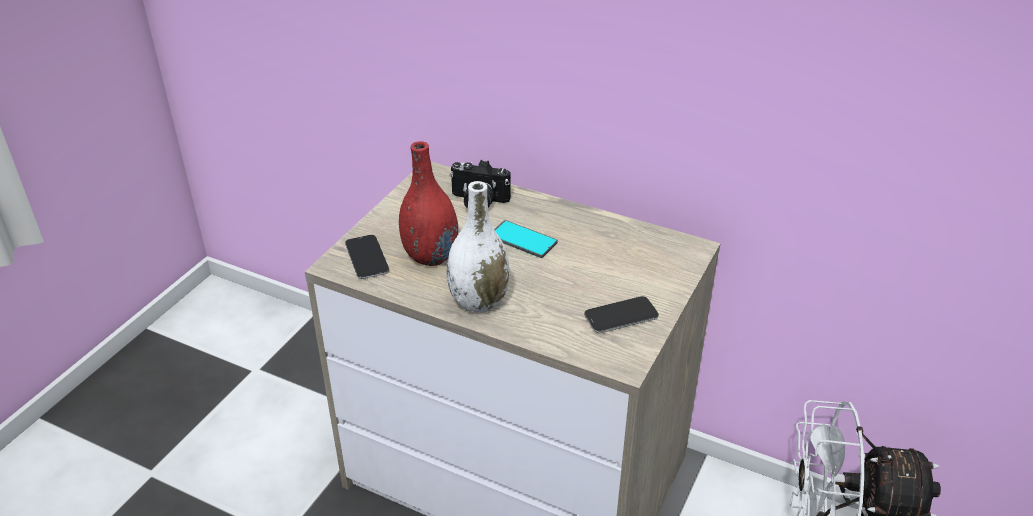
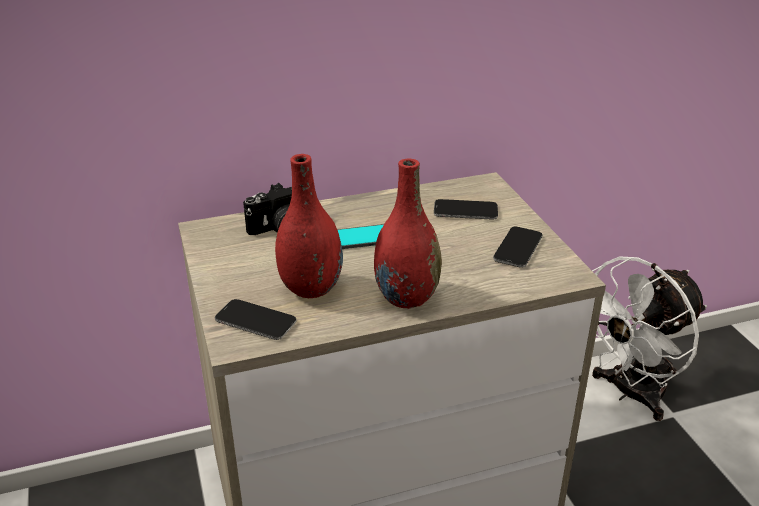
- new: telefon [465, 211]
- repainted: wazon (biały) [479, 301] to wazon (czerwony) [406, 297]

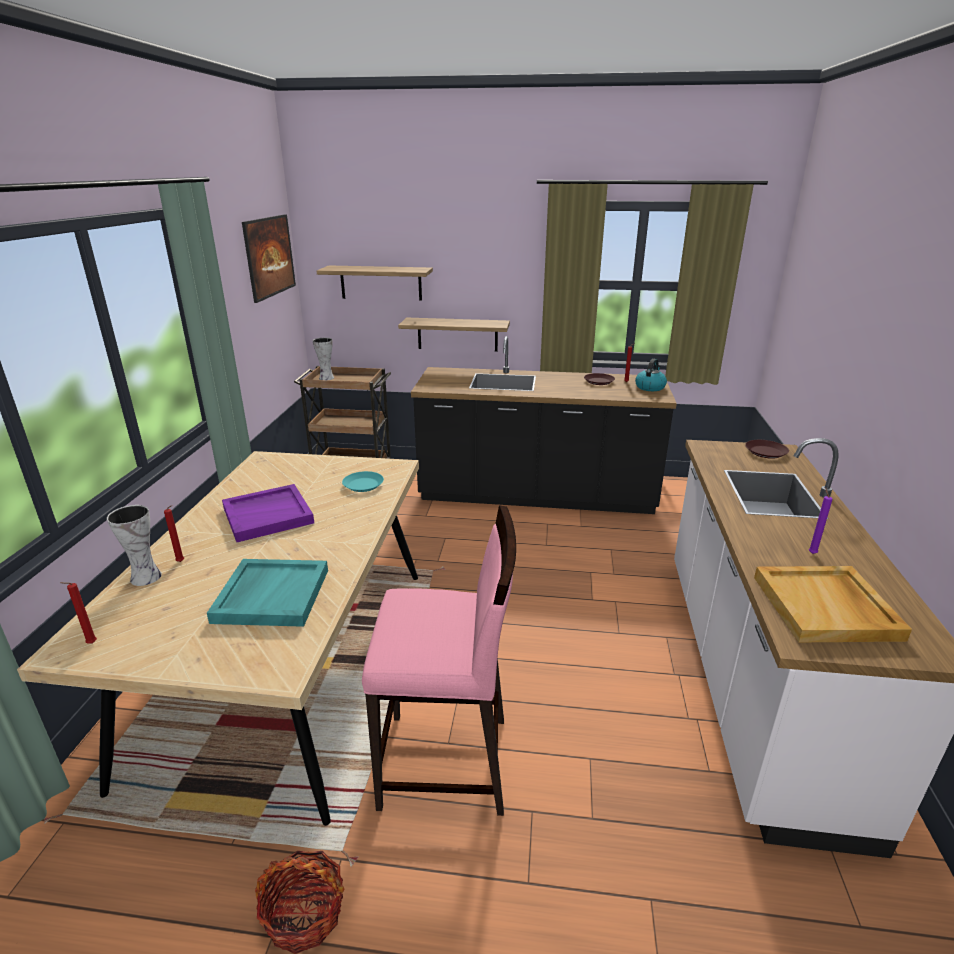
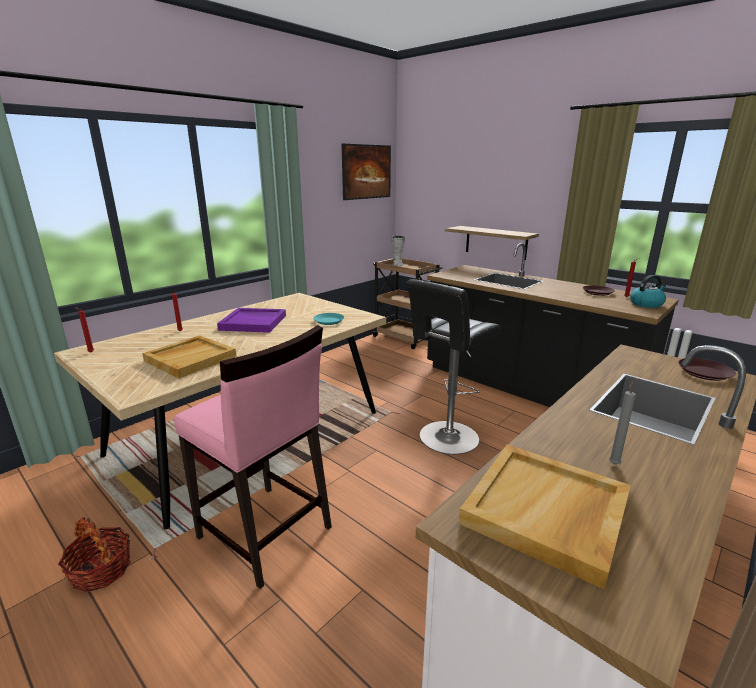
- gone: wazon [145, 576]
- gone: półka [381, 283]
- new: stołek (czarny) [446, 439]
- repainted: taca (turkusowy) [271, 595] to taca (beżowy) [191, 358]
- repainted: świeca (fioletowy) [811, 553] to świeca (szary) [614, 463]

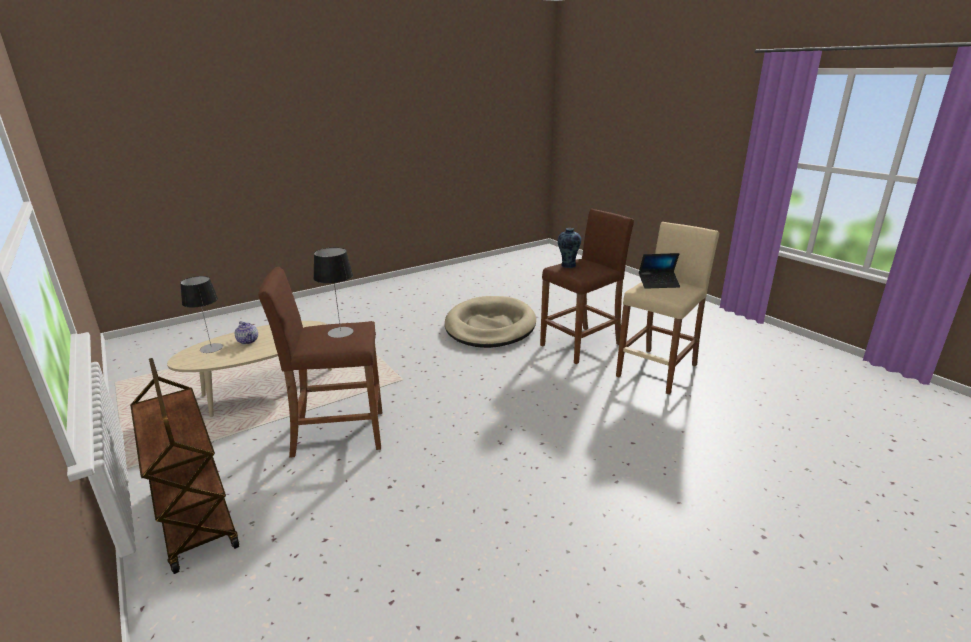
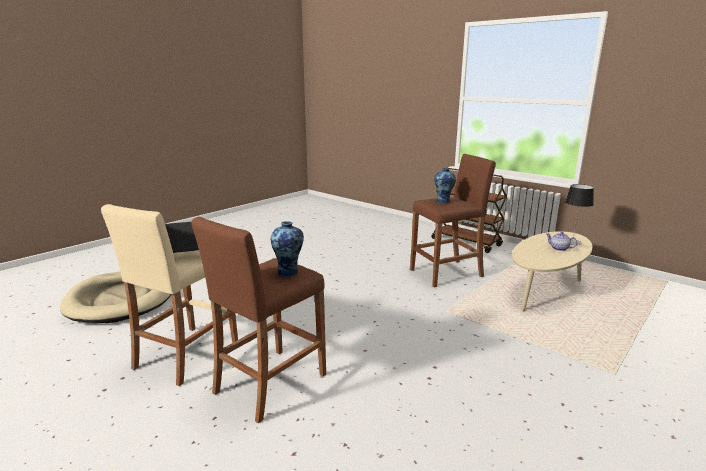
- shifted: legowisko (beżowy) [490, 326] to [122, 299]
- swapped: lampa stołowa [340, 332] to wazon [443, 202]

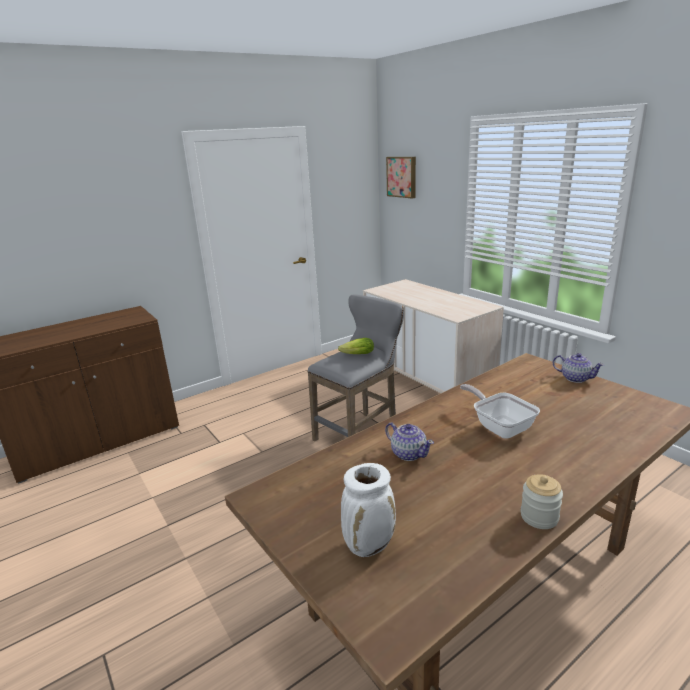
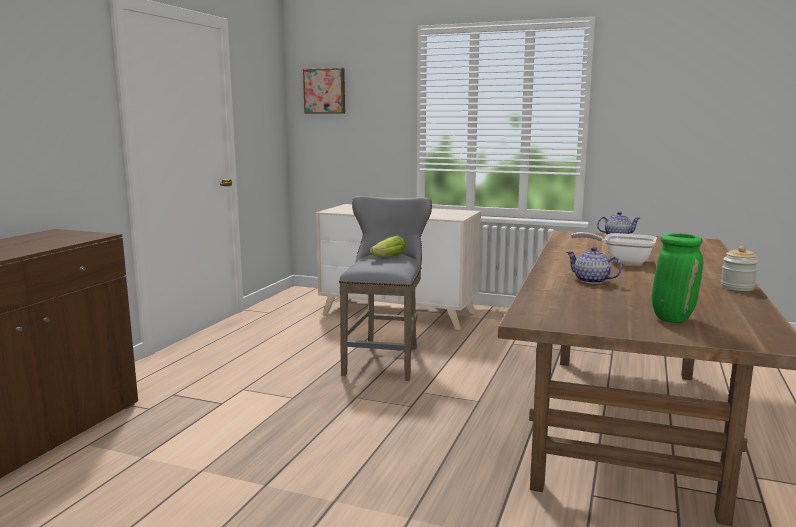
- repainted: wazon (biały) [369, 545] to wazon (zielony) [672, 318]
- rotated: imbryk [408, 453] = [592, 281] 150 degrees counterclockwise

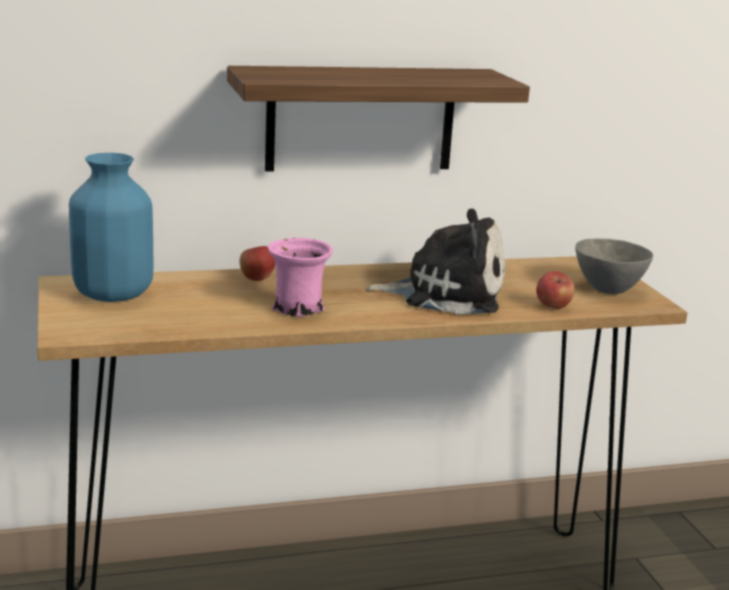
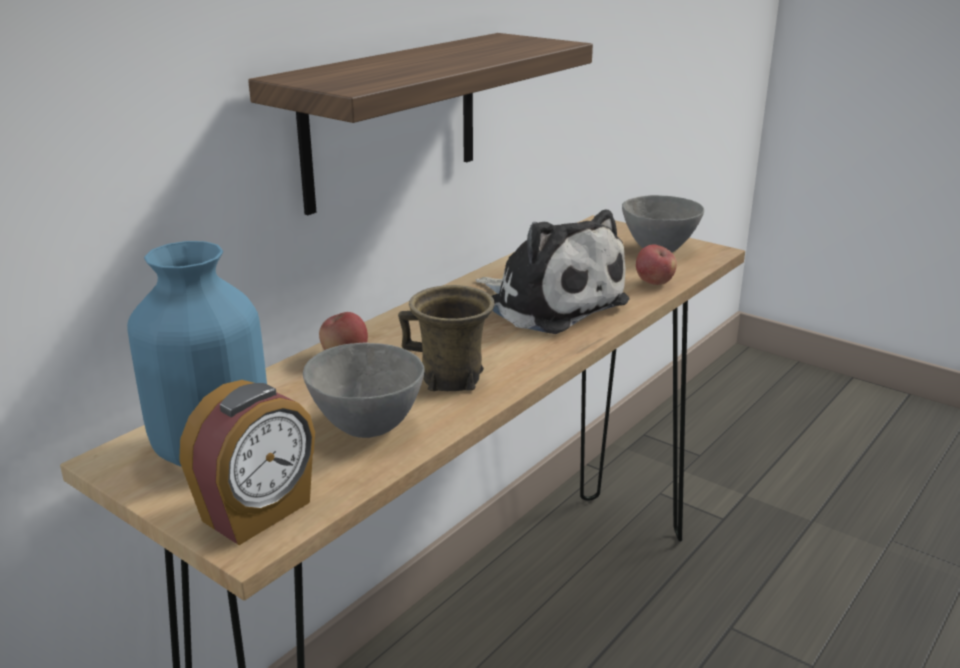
- new: budzik [258, 513]
- new: miska (szary) [365, 427]
- repainted: kubek (różowy) [297, 309] to kubek (brązowy) [451, 379]
- rotated: pluszak [446, 293] = [549, 303] 75 degrees clockwise

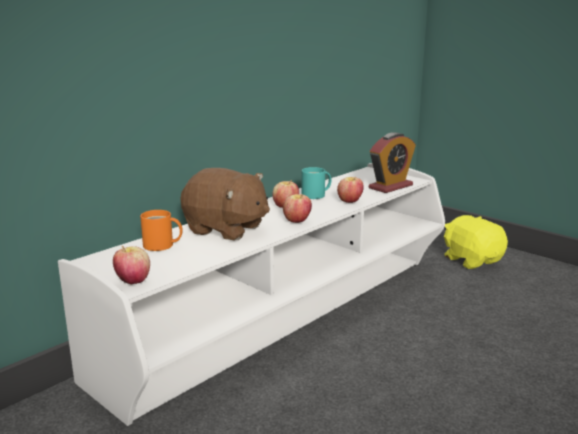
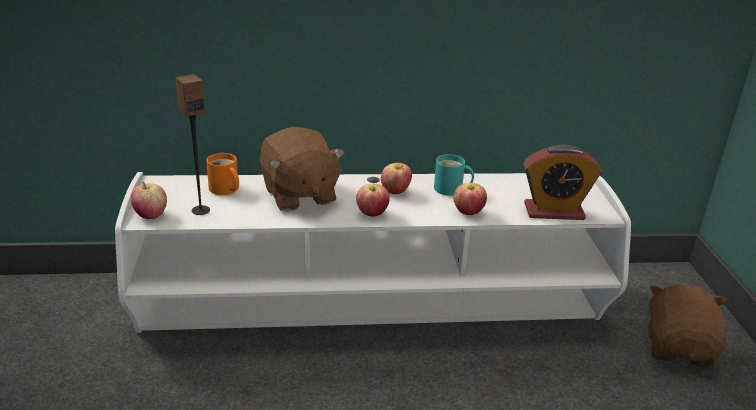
- new: głośnik [200, 210]
- repainted: pluszak (żółty) [472, 260] to pluszak (brązowy) [679, 348]

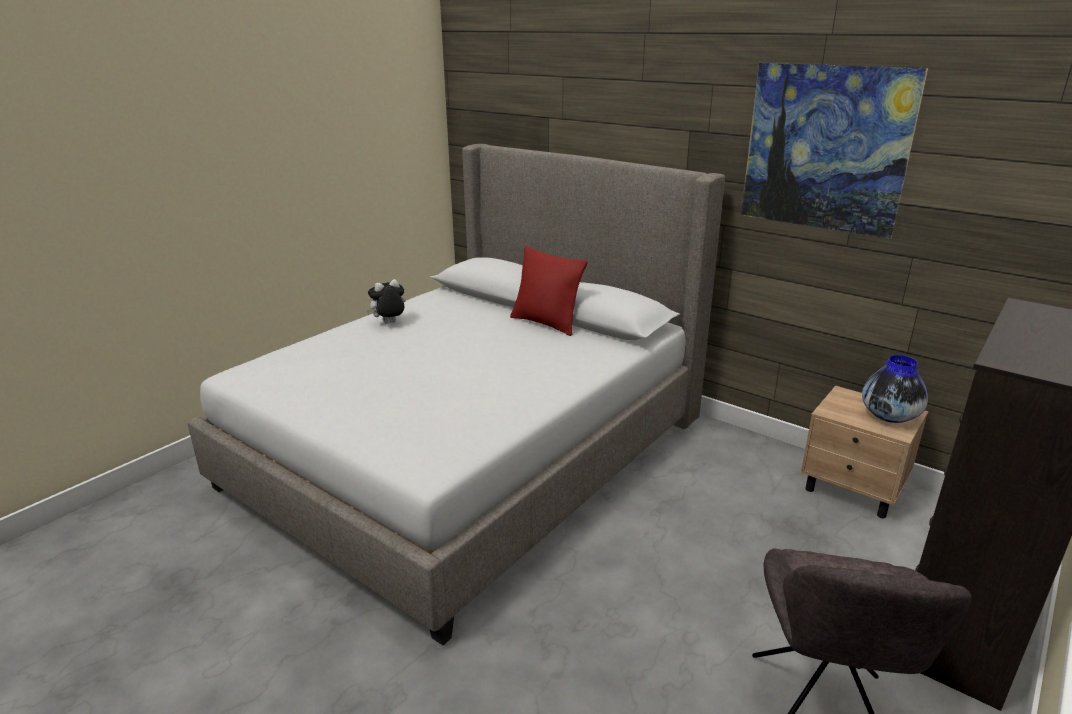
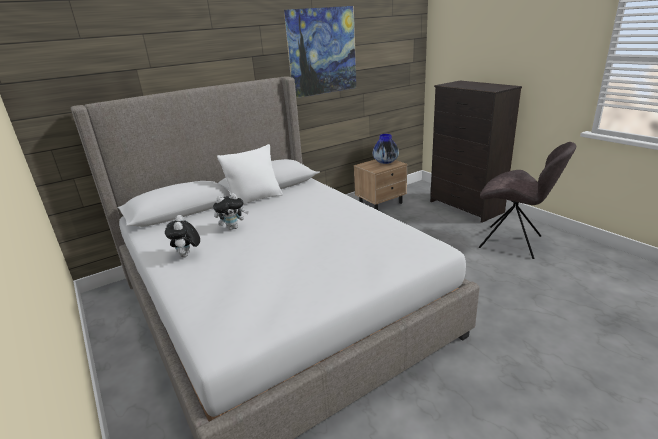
- new: pluszak [233, 228]
- repainted: poduszka (czerwony) [546, 323] to poduszka (biały) [255, 200]

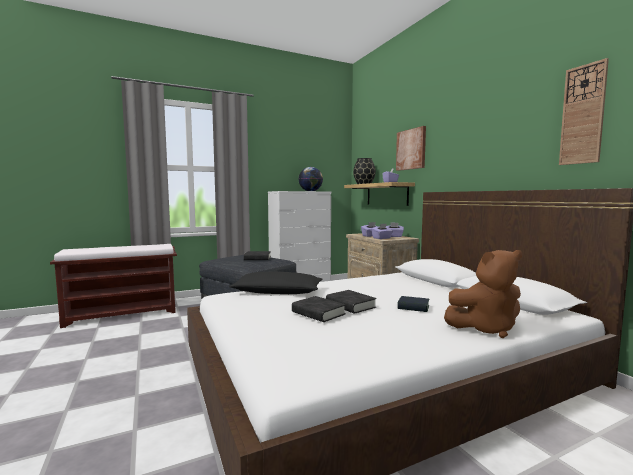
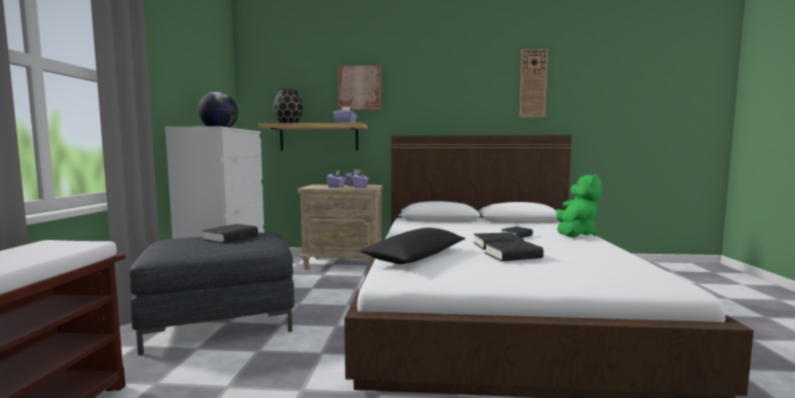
- repainted: pluszak (brązowy) [485, 328] to pluszak (zielony) [575, 234]

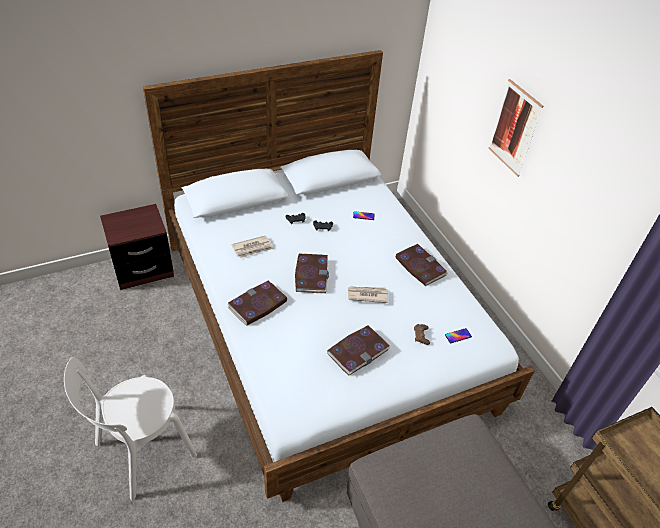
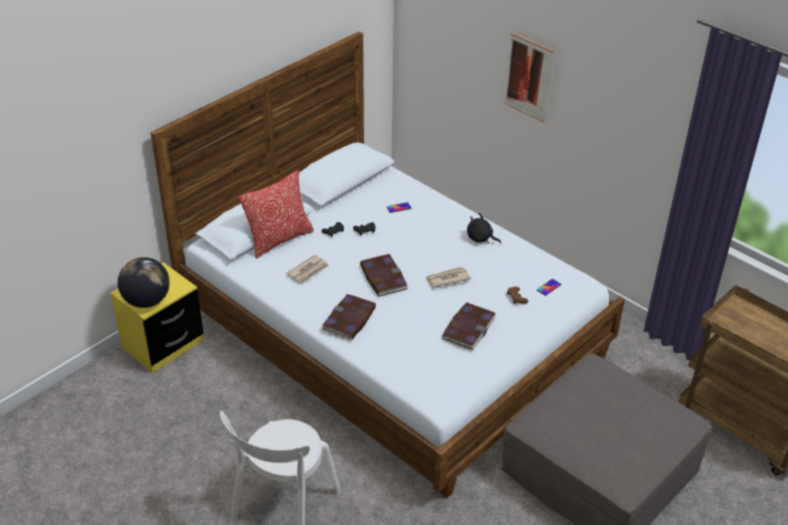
- new: globus [147, 301]
- new: poduszka [279, 239]
- swapped: książka [420, 266] to pluszak (czarny) [481, 238]
- repainted: szafka nocna (brązowy) [143, 269] to szafka nocna (żółty) [163, 344]

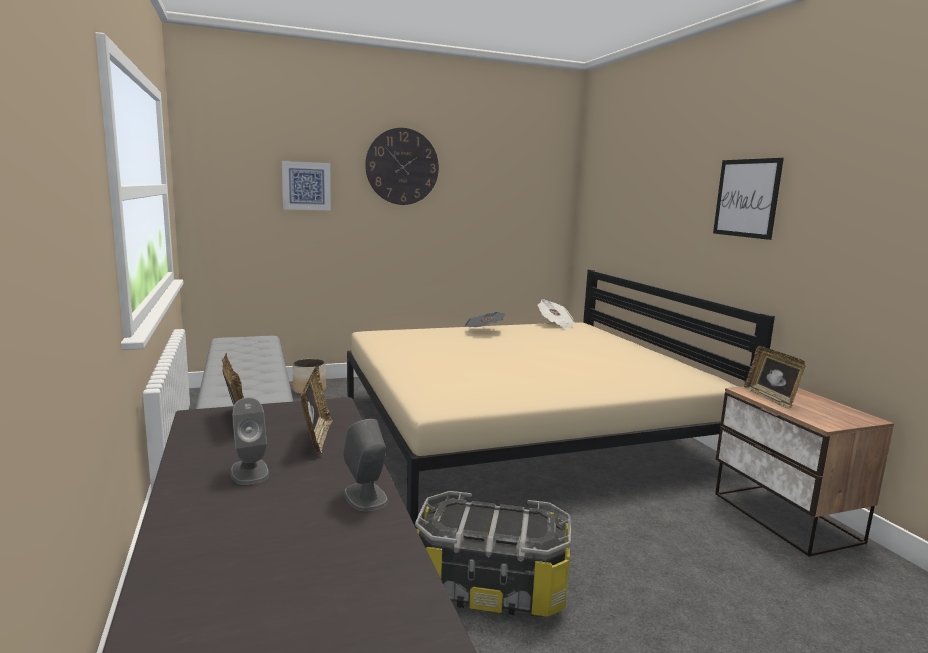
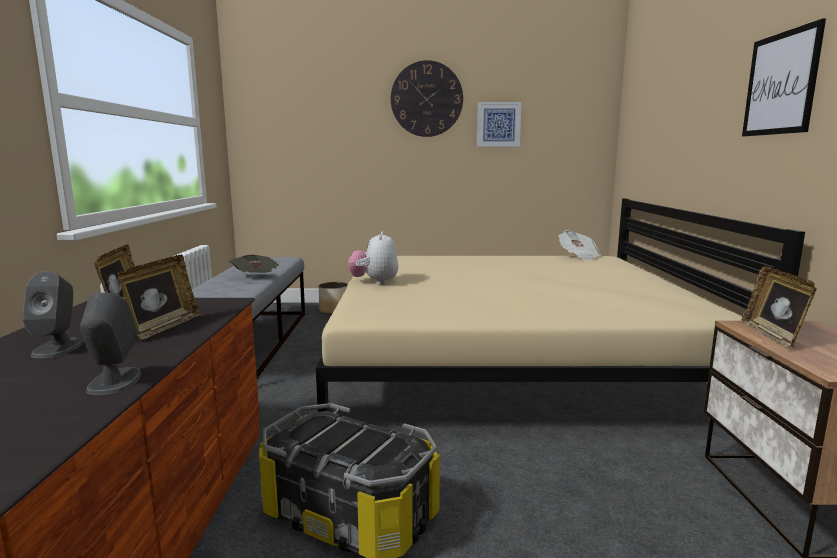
- new: pluszak [374, 282]
- shifted: obraz [306, 186] to [498, 124]
- shifted: gazeta [483, 331] to [256, 277]

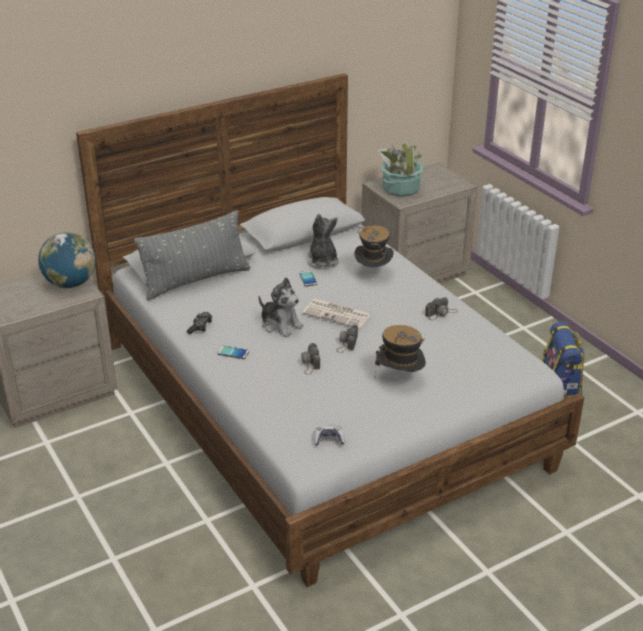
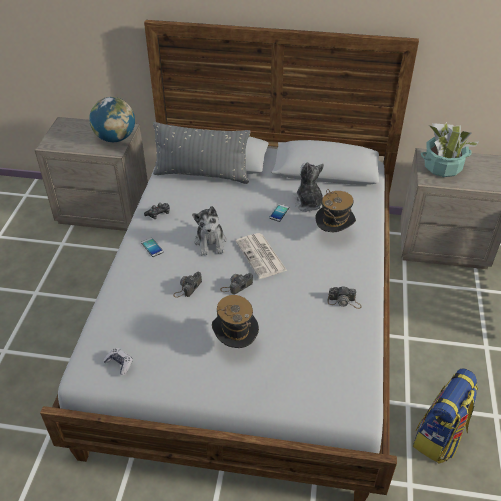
- rotated: pluszak [322, 261] = [308, 203] 45 degrees counterclockwise

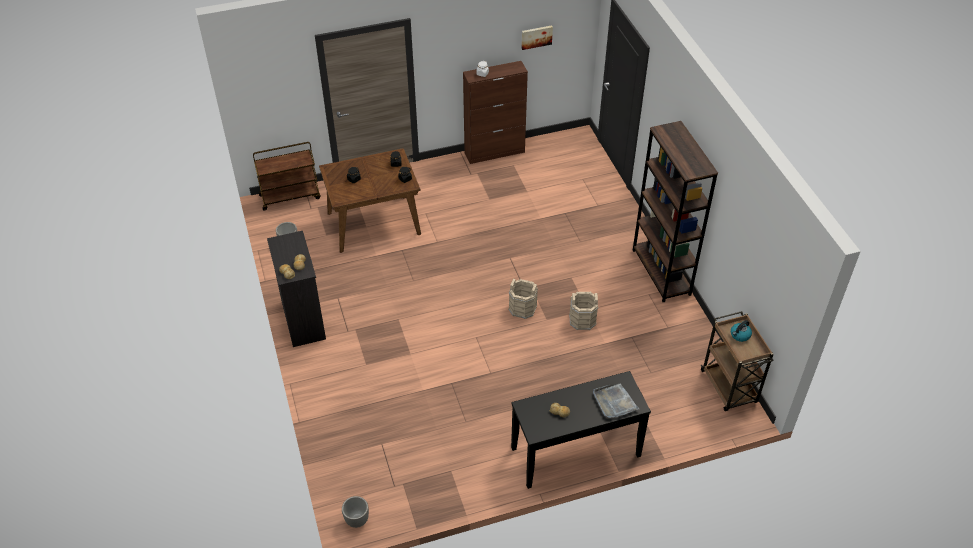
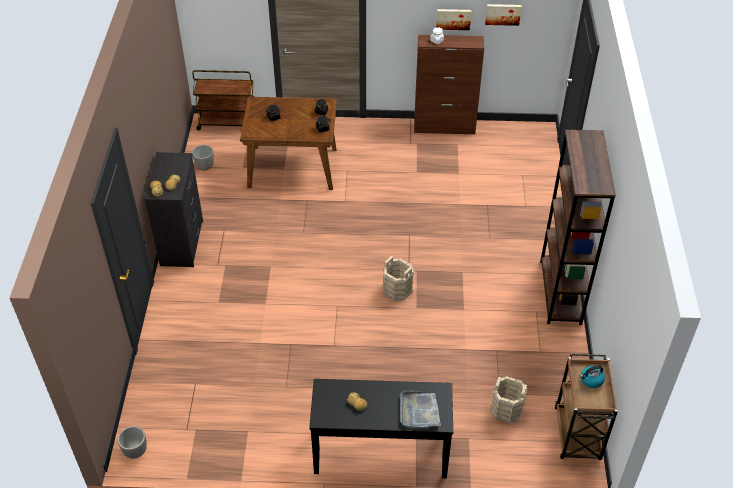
- new: obraz [453, 18]
- shifted: wiadro (beżowy) [582, 320] to [506, 409]

